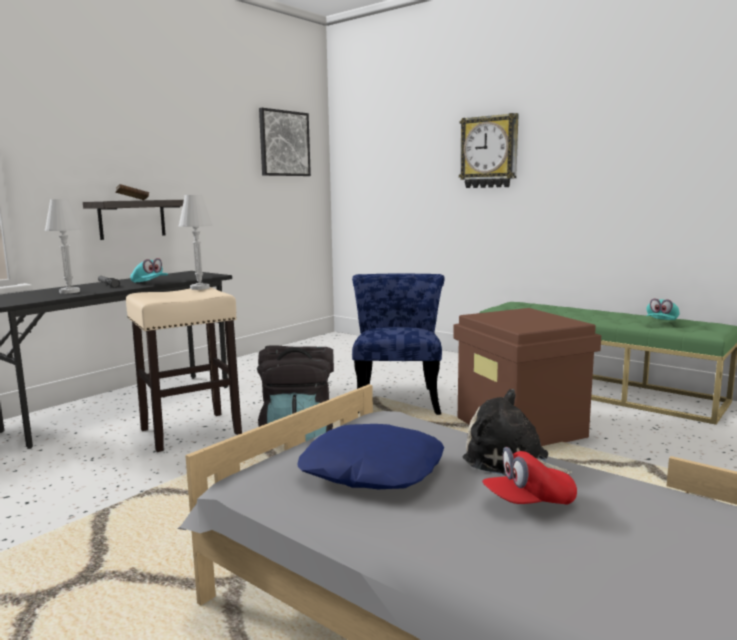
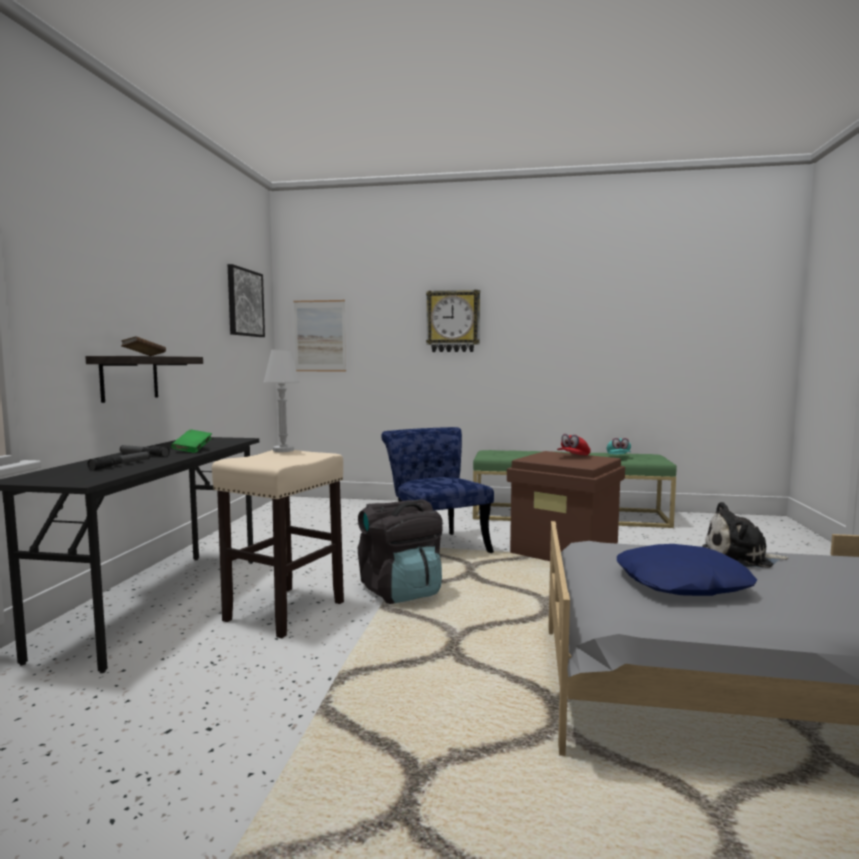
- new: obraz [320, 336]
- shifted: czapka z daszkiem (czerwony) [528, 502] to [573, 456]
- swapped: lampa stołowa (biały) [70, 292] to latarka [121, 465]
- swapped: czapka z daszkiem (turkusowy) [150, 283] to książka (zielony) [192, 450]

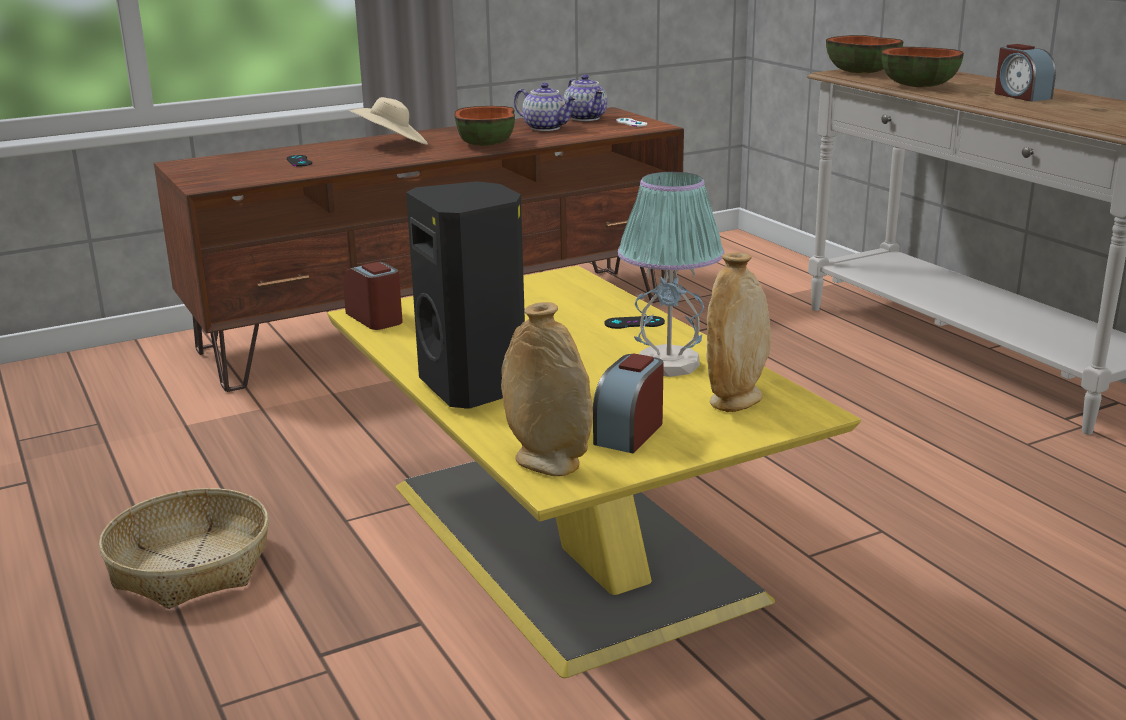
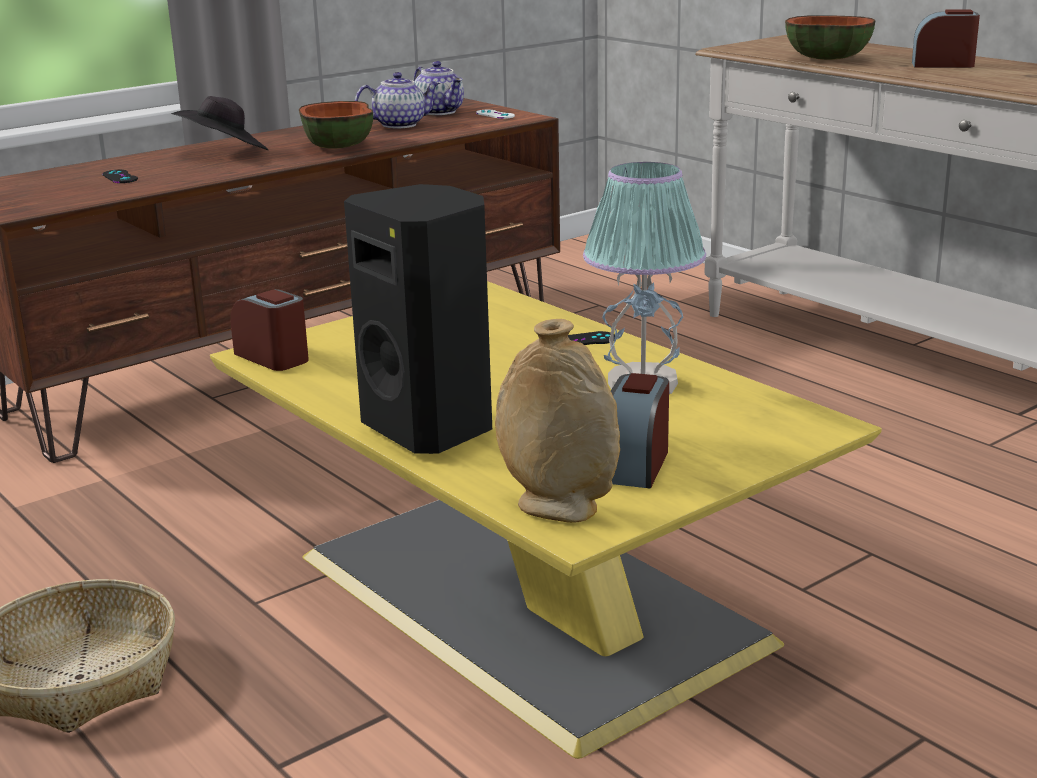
- gone: wazon (beżowy) [736, 400]
- gone: miska [862, 72]
- repainted: kapelusz (beżowy) [391, 145] to kapelusz (czarny) [224, 153]
- rotated: imbryk [546, 128] = [399, 124] 45 degrees counterclockwise
- rotated: budzik [1021, 96] = [943, 65] 135 degrees clockwise

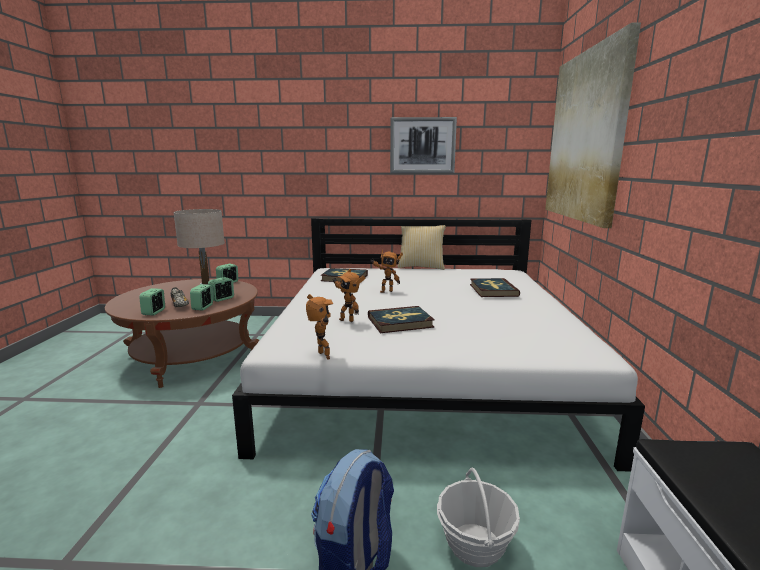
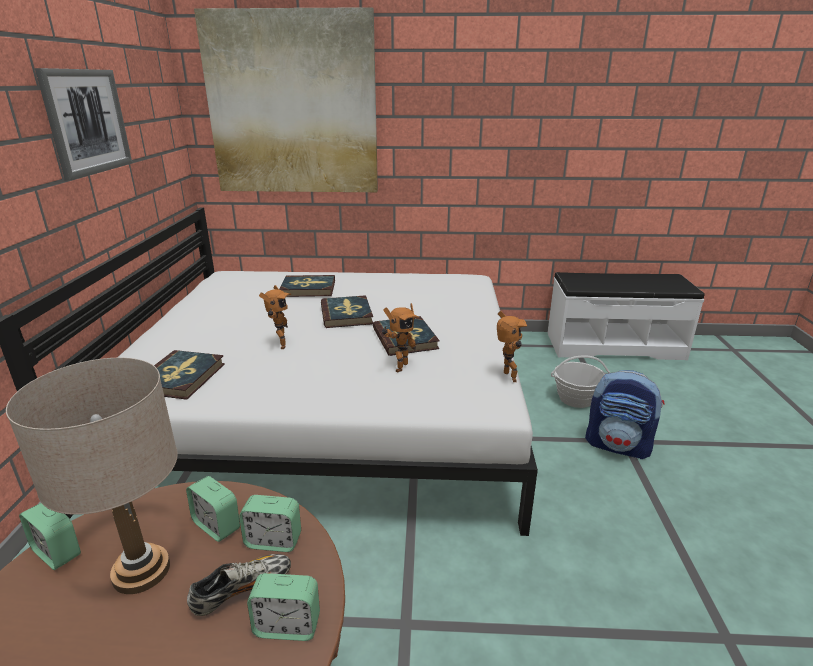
- gone: poduszka [421, 267]
- new: książka [347, 314]
- rotated: robot zabawkowy [321, 356] = [507, 377] 105 degrees clockwise

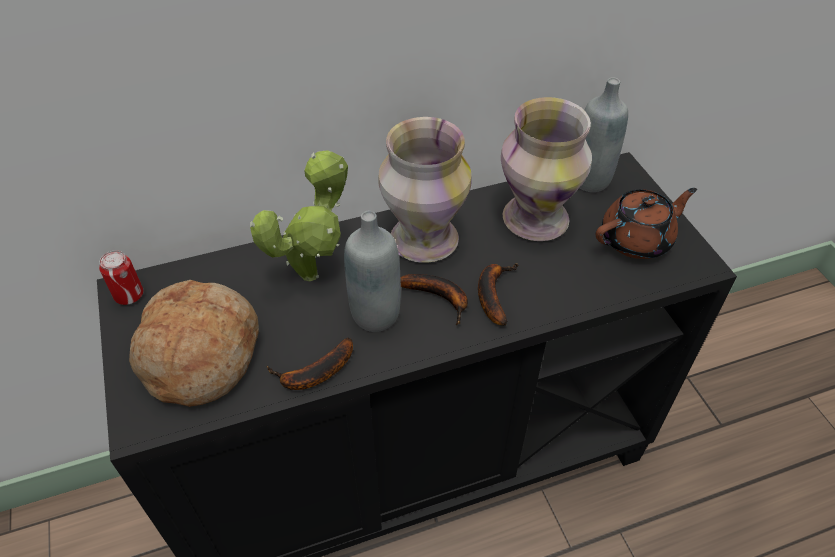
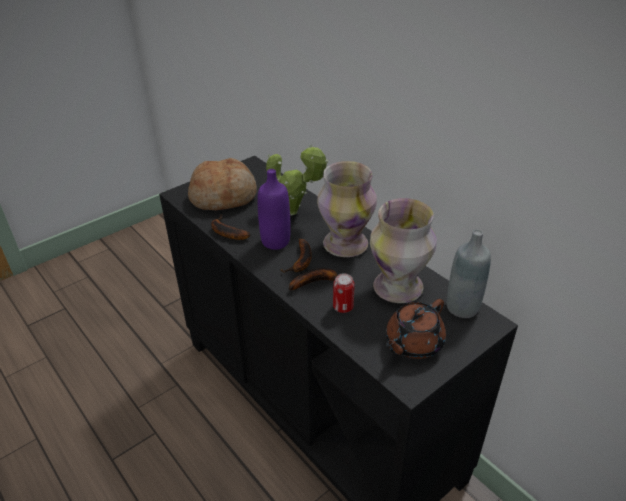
- shifted: puszka [129, 295] to [343, 307]
- repainted: butelka (szary) [375, 314] to butelka (fioletowy) [275, 241]
- rotated: imbryk (brązowy) [637, 240] = [413, 343] 90 degrees clockwise

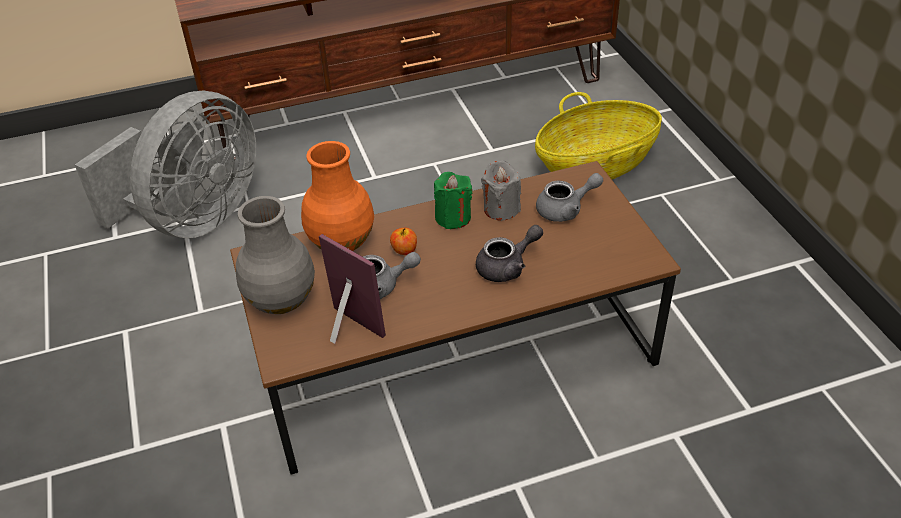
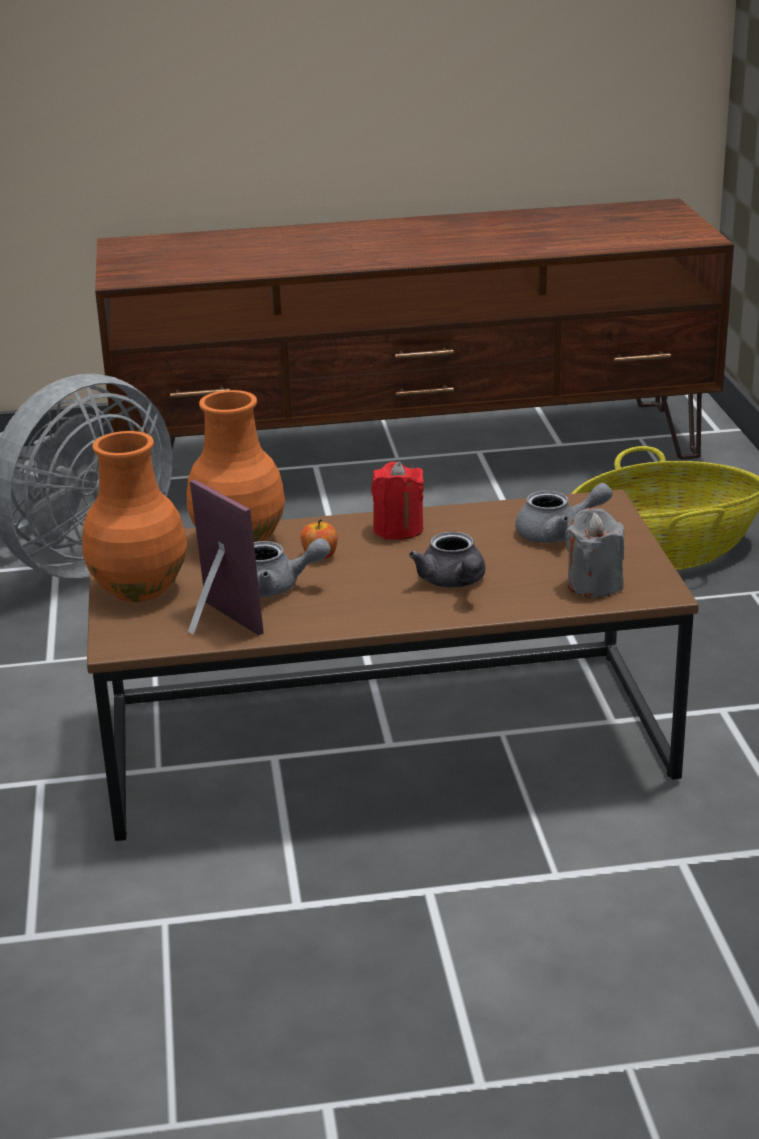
- shifted: świeca (szary) [501, 209] to [594, 585]
- repainted: wazon (szary) [282, 299] to wazon (pomarańczowy) [140, 588]
- repainted: świeca (zielony) [453, 217] to świeca (czerwony) [398, 529]
- rotated: imbryk (szary) [507, 267] = [454, 582] 90 degrees clockwise

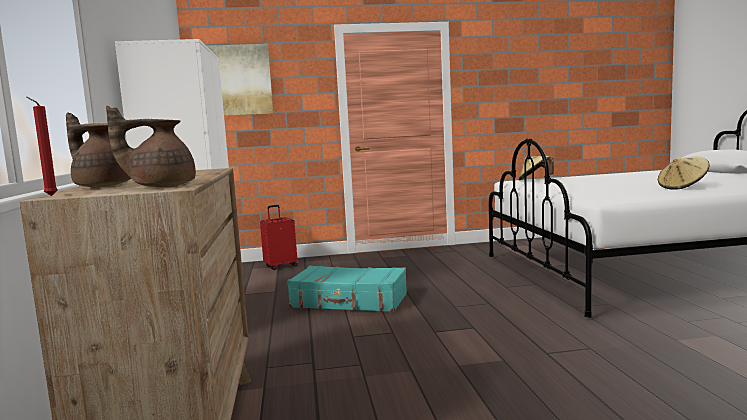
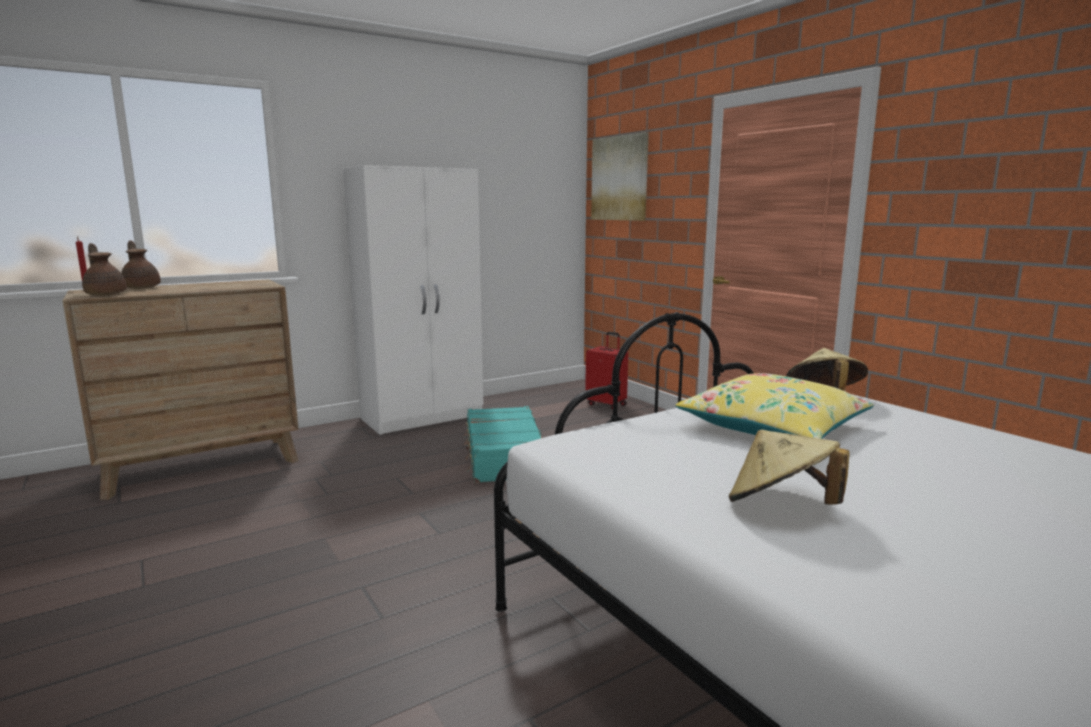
- new: poduszka (żółty) [773, 427]
- rotated: imbryk (brązowy) [102, 186] = [142, 287] 45 degrees counterclockwise

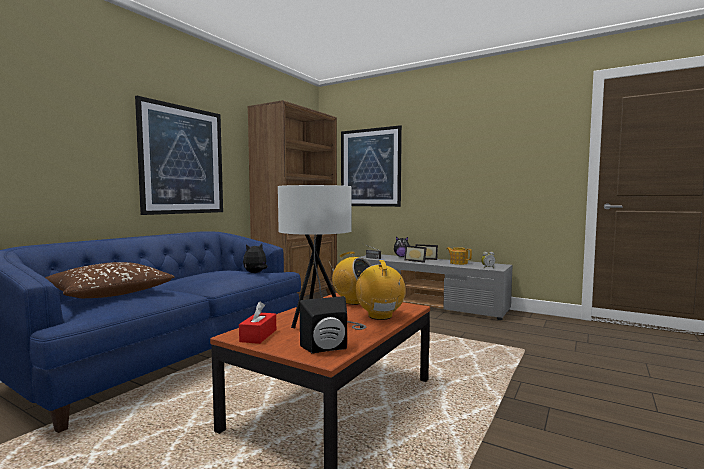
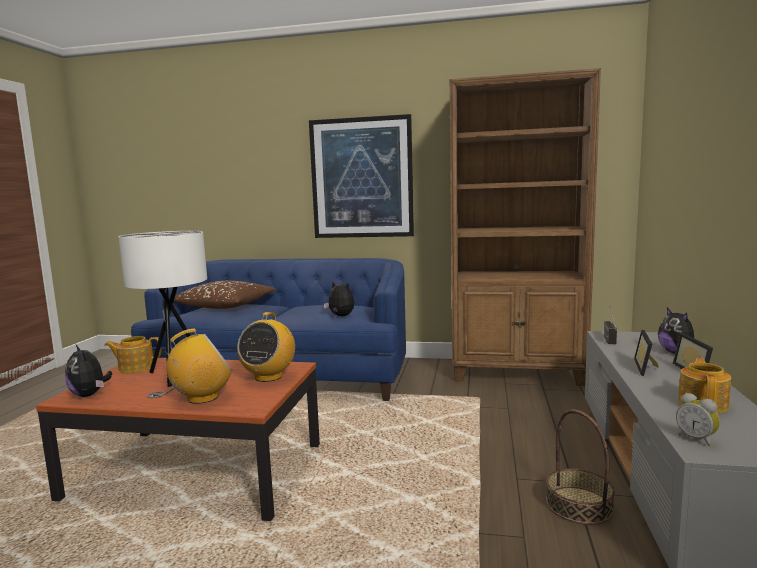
- gone: obraz [370, 167]
- new: koszyk [579, 505]
- swapped: pudełko chusteczek (czerwony) [258, 335] to imbryk [135, 367]
- swapped: głośnik (czarny) [327, 349] to pluszak [89, 394]

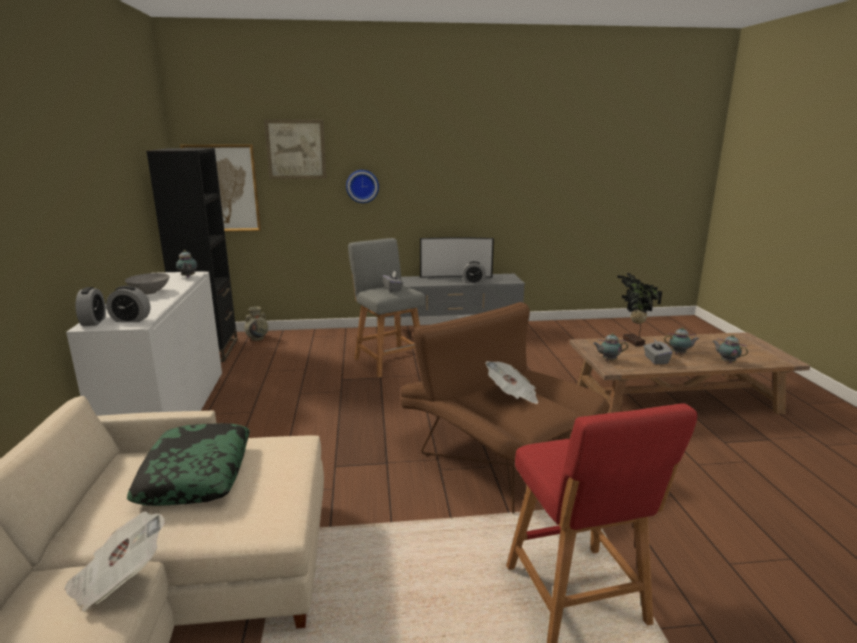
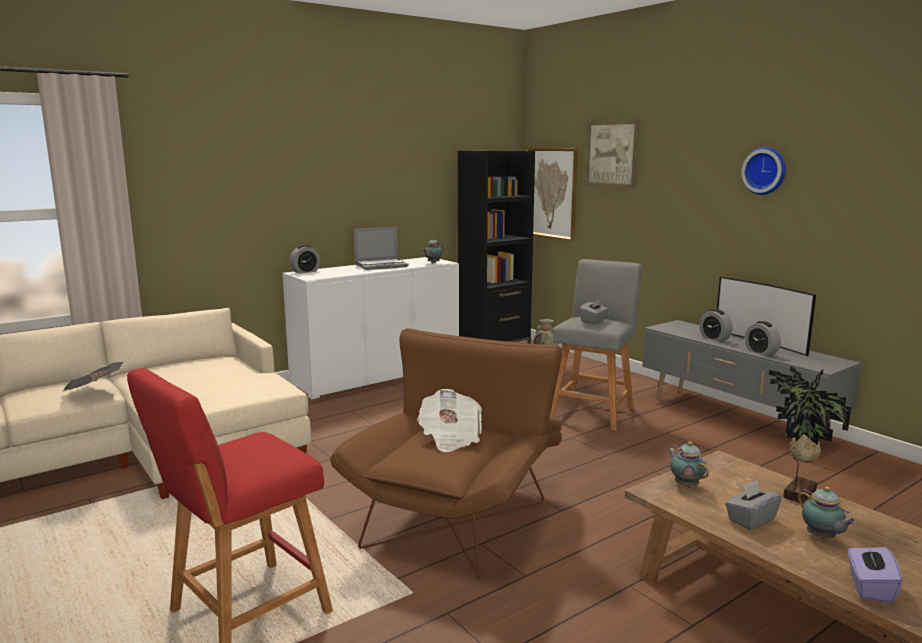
- gone: poduszka [195, 474]
- shifted: budzik [131, 320] to [714, 338]
- shifted: zegar ścienny [362, 186] to [765, 170]
- swapped: miska (szary) [150, 292] to laptop [382, 265]
- swapped: imbryk [726, 361] to pudełko chusteczek (fioletowy) [869, 587]

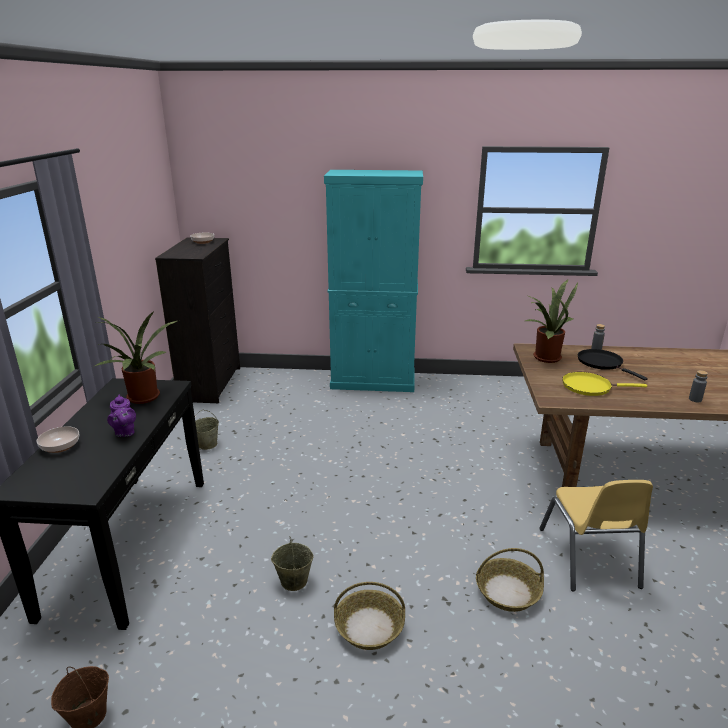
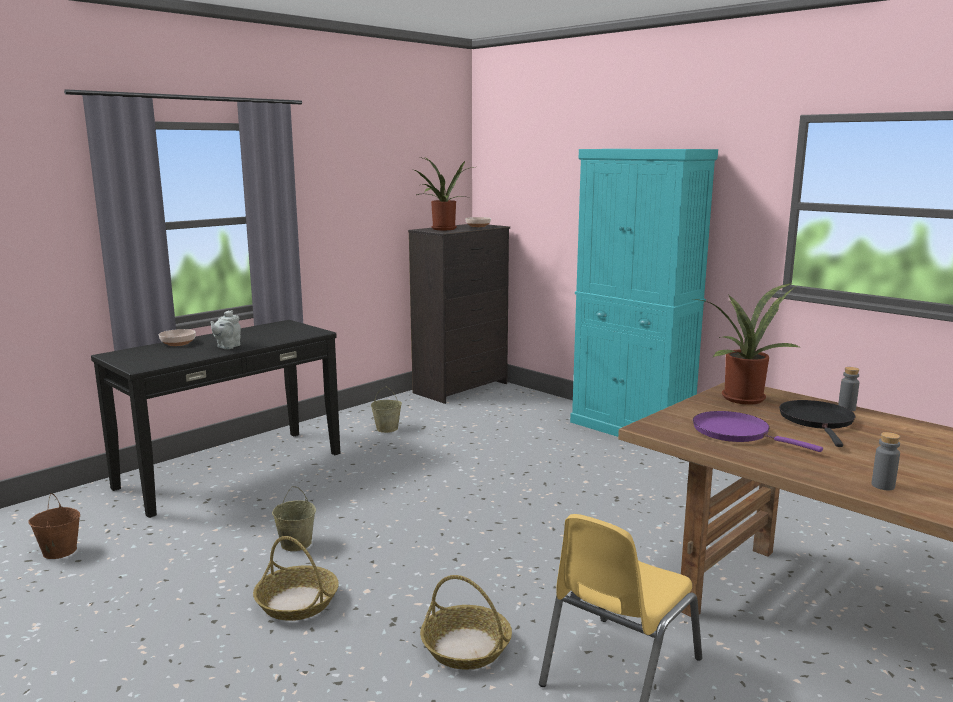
- shifted: roślina doniczkowa [143, 399] to [442, 229]
- repainted: imbryk (fioletowy) [124, 432] to imbryk (szary) [227, 347]
- repainted: patelnia (żółty) [589, 387] to patelnia (fioletowy) [736, 433]

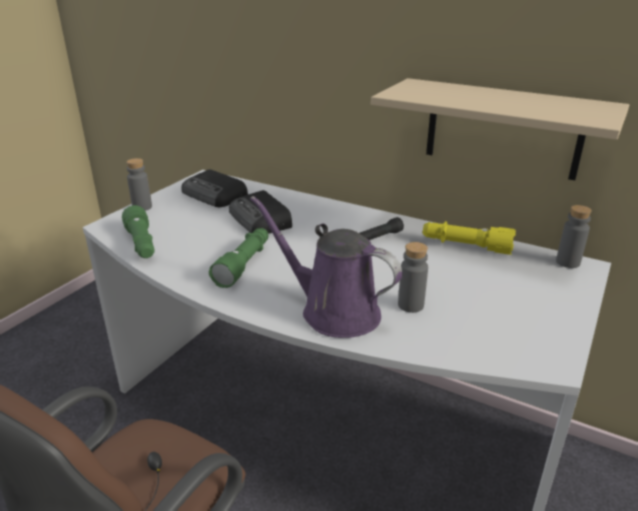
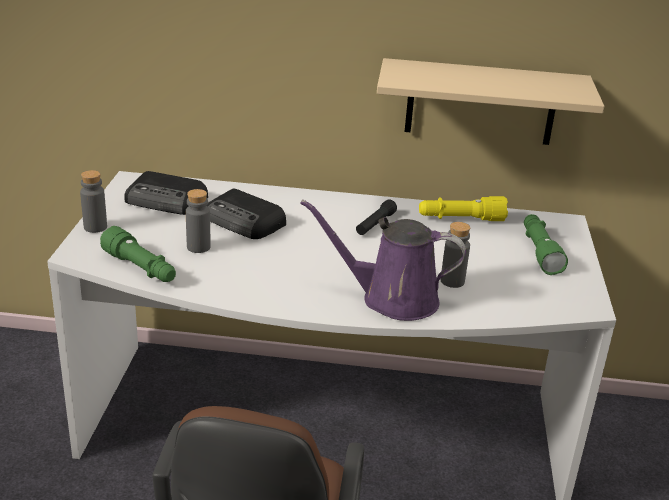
- shifted: latarka (zielony) [244, 264] to [539, 252]
- shifted: butelka (szary) [567, 262] to [198, 247]

